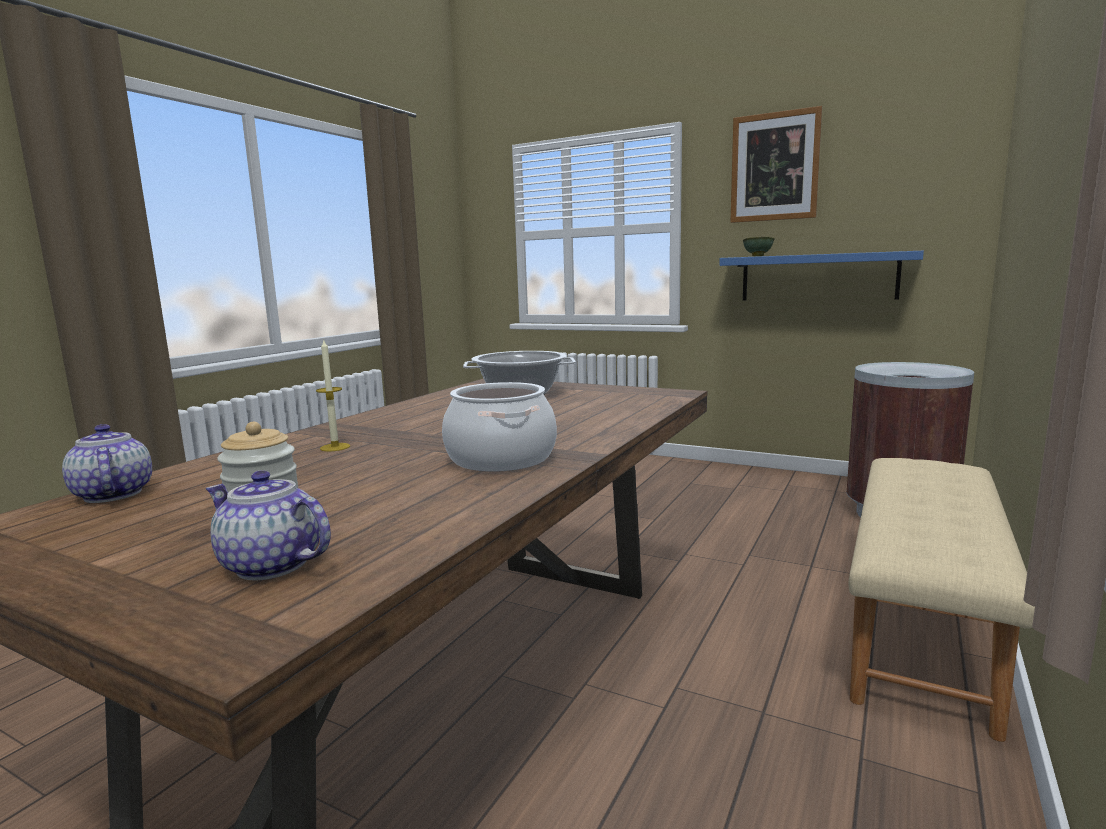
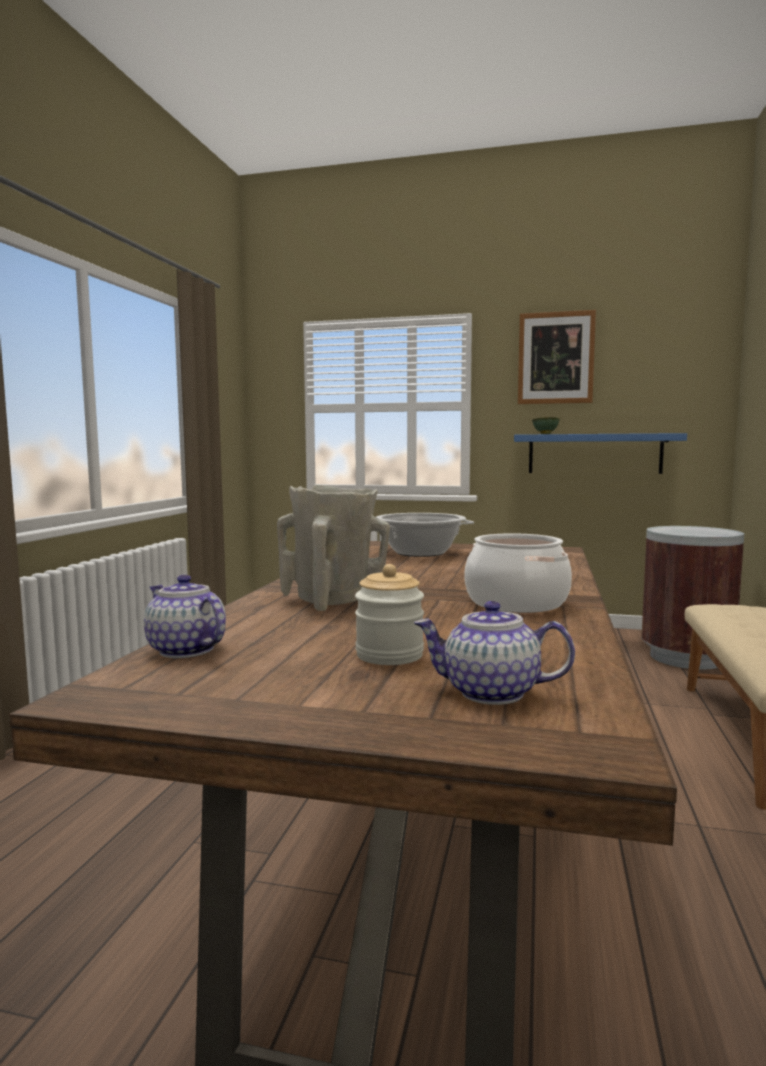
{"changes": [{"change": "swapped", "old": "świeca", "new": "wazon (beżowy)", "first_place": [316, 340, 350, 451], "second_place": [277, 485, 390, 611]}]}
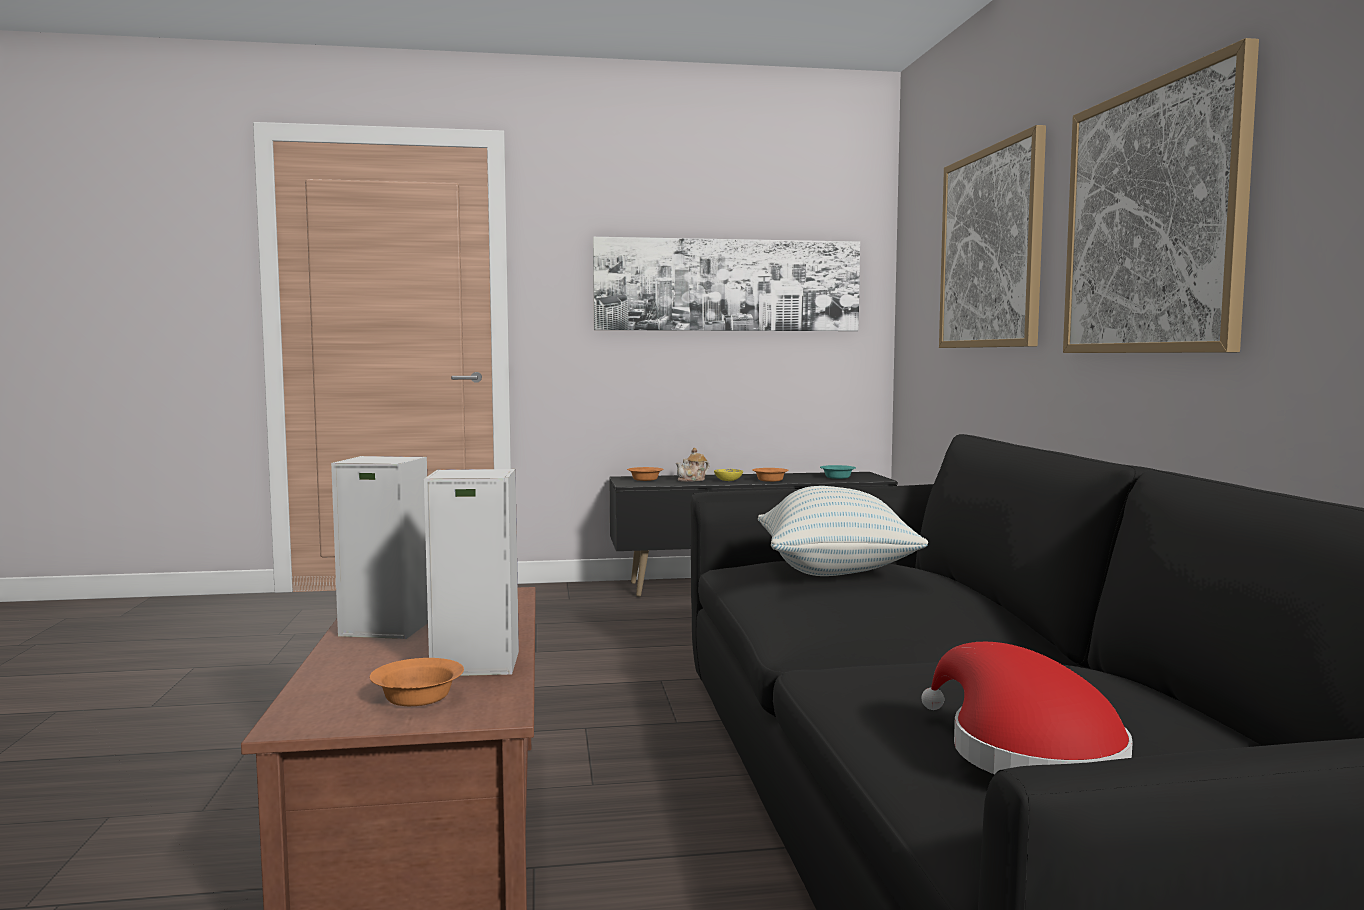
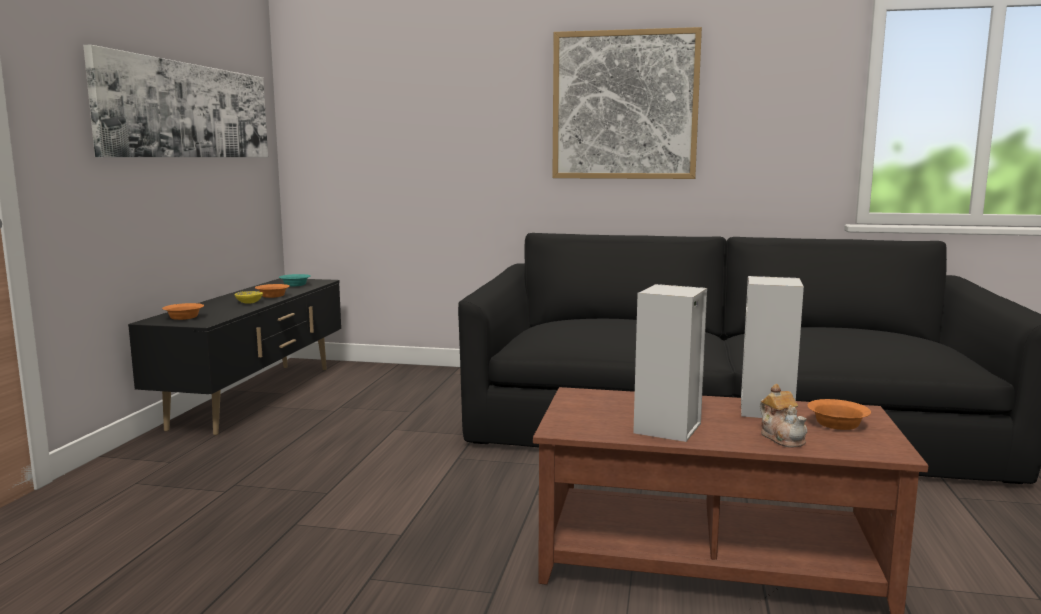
{"changes": [{"change": "gone", "old": "poduszka", "first_place": [758, 486, 928, 576]}, {"change": "gone", "old": "kapelusz (czerwony)", "first_place": [921, 642, 1133, 774]}, {"change": "gone", "old": "obraz", "first_place": [939, 125, 1046, 348]}, {"change": "shifted", "old": "imbryk", "first_place": [676, 448, 709, 482], "second_place": [760, 384, 807, 447]}]}
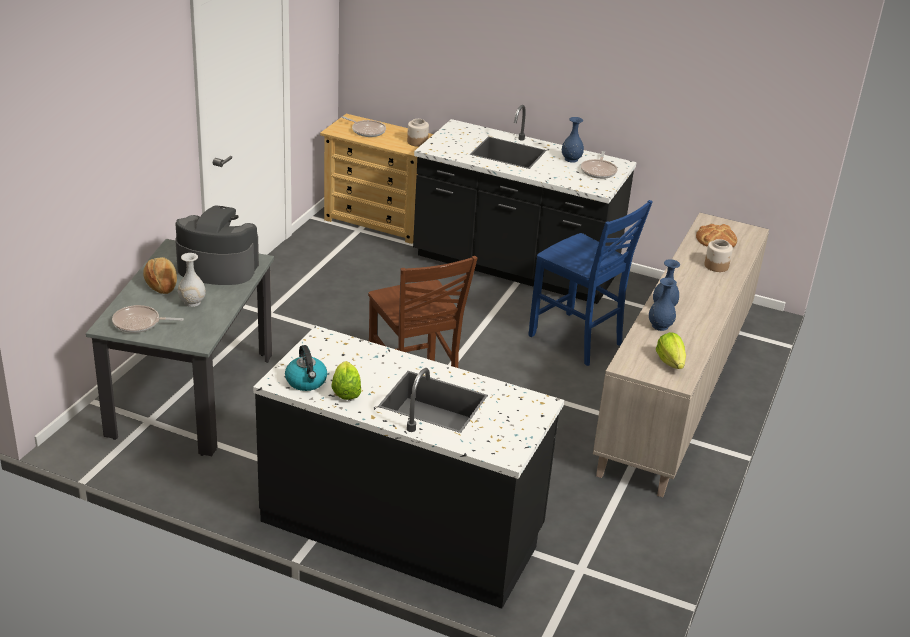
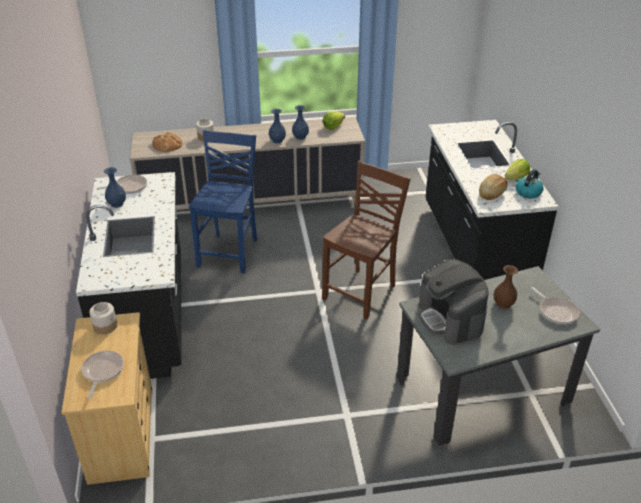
{"changes": [{"change": "shifted", "old": "chleb", "first_place": [143, 257, 177, 294], "second_place": [479, 174, 507, 200]}, {"change": "repainted", "old": "wazon (biały)", "new": "wazon (brązowy)", "first_place": [178, 253, 206, 307], "second_place": [494, 265, 518, 309]}]}
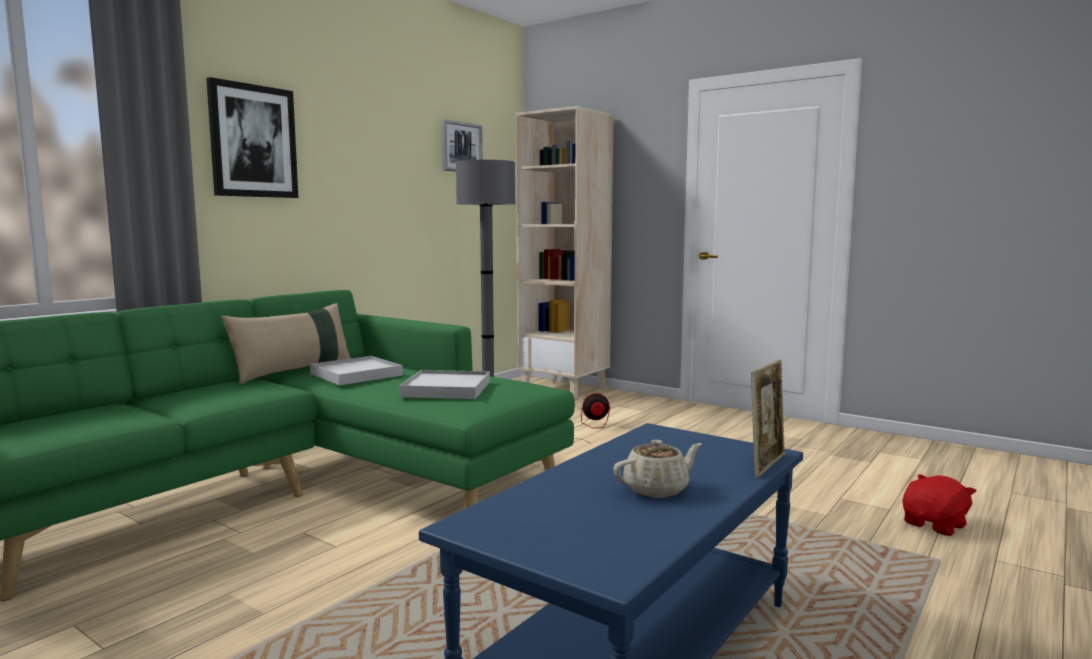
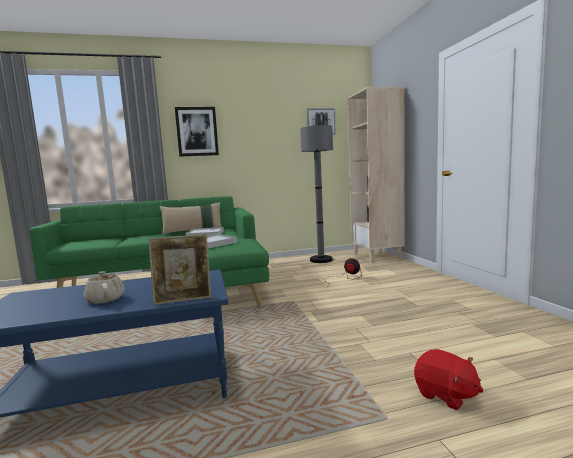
{"changes": [{"change": "rotated", "old": "imbryk (beżowy)", "first_place": [613, 440, 702, 498], "second_place": [83, 271, 125, 304], "degrees": -135}, {"change": "rotated", "old": "pluszak (czerwony)", "first_place": [902, 474, 977, 536], "second_place": [414, 349, 484, 410], "degrees": 45}]}
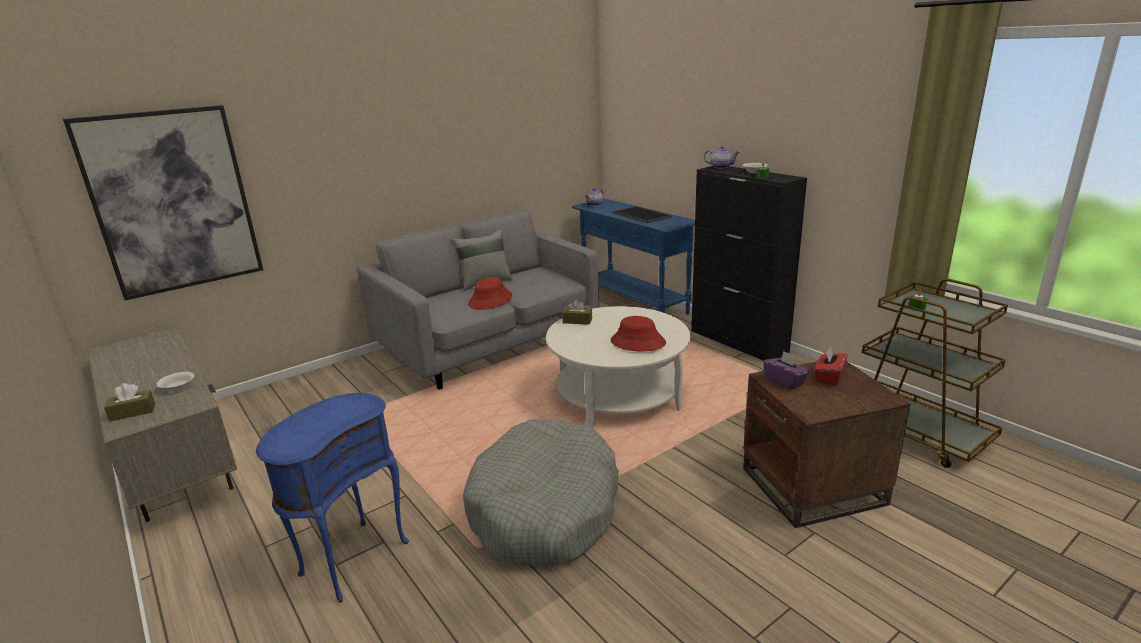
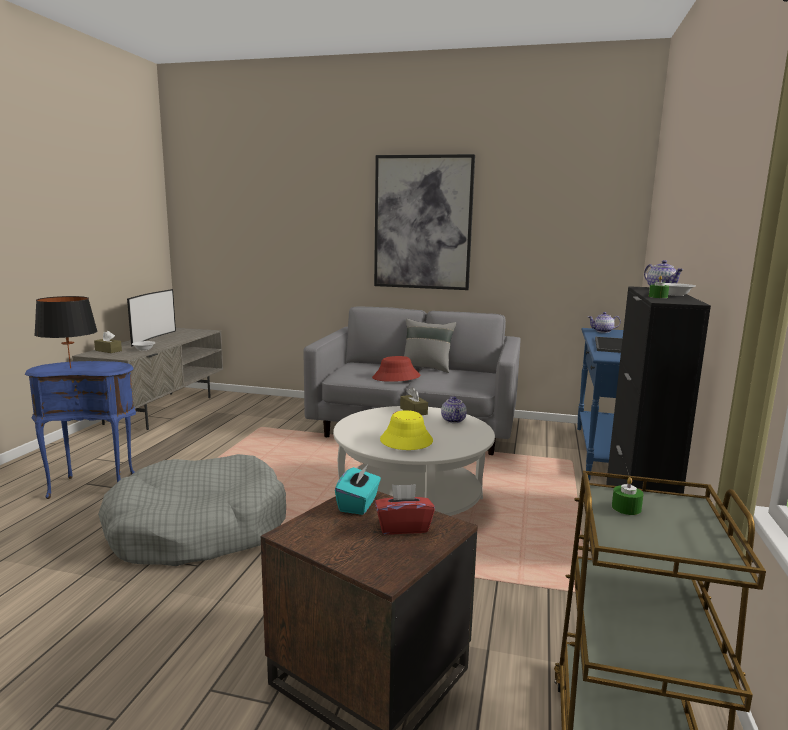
{"changes": [{"change": "new", "new": "lampa stołowa (czarny)", "second_place": [34, 296, 98, 368]}, {"change": "new", "new": "telewizor", "second_place": [127, 289, 176, 346]}, {"change": "new", "new": "imbryk", "second_place": [441, 396, 467, 423]}, {"change": "shifted", "old": "obraz", "first_place": [63, 105, 263, 300], "second_place": [374, 154, 475, 290]}, {"change": "repainted", "old": "kapelusz (czerwony)", "new": "kapelusz (żółty)", "first_place": [611, 316, 666, 352], "second_place": [380, 410, 433, 450]}, {"change": "repainted", "old": "pudełko chusteczek (fioletowy)", "new": "pudełko chusteczek (turkusowy)", "first_place": [763, 351, 809, 390], "second_place": [335, 464, 381, 515]}]}
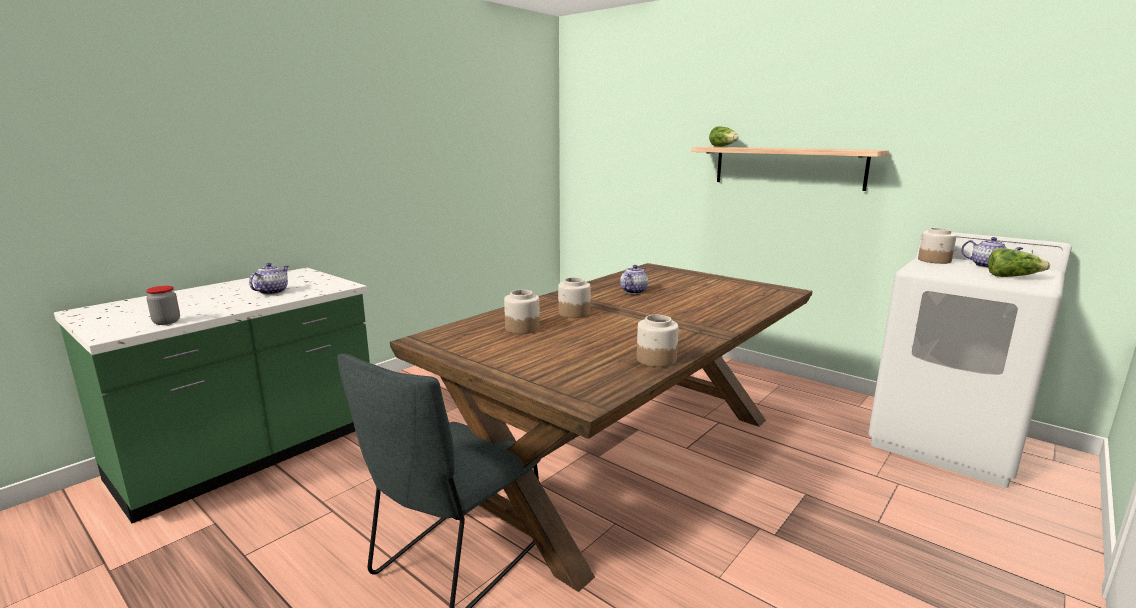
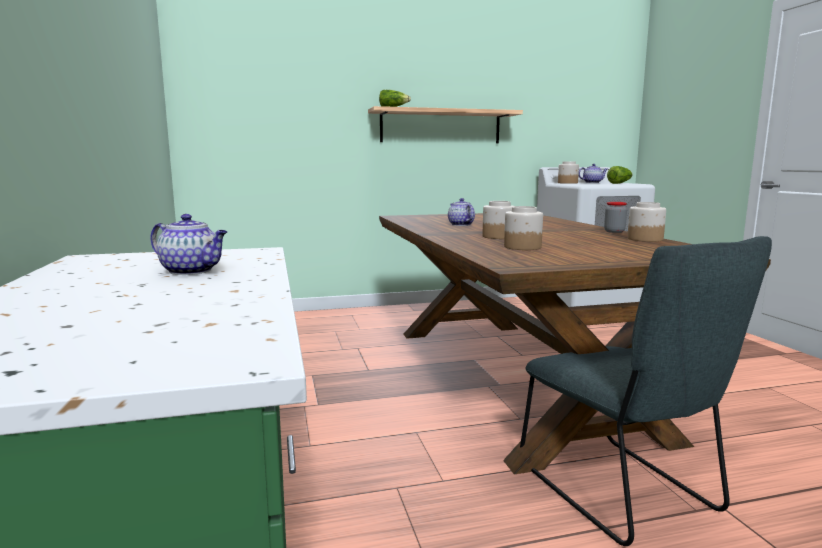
{"changes": [{"change": "shifted", "old": "słoik", "first_place": [146, 286, 180, 325], "second_place": [604, 202, 627, 233]}, {"change": "rotated", "old": "imbryk", "first_place": [249, 263, 288, 295], "second_place": [150, 214, 227, 275], "degrees": 150}]}
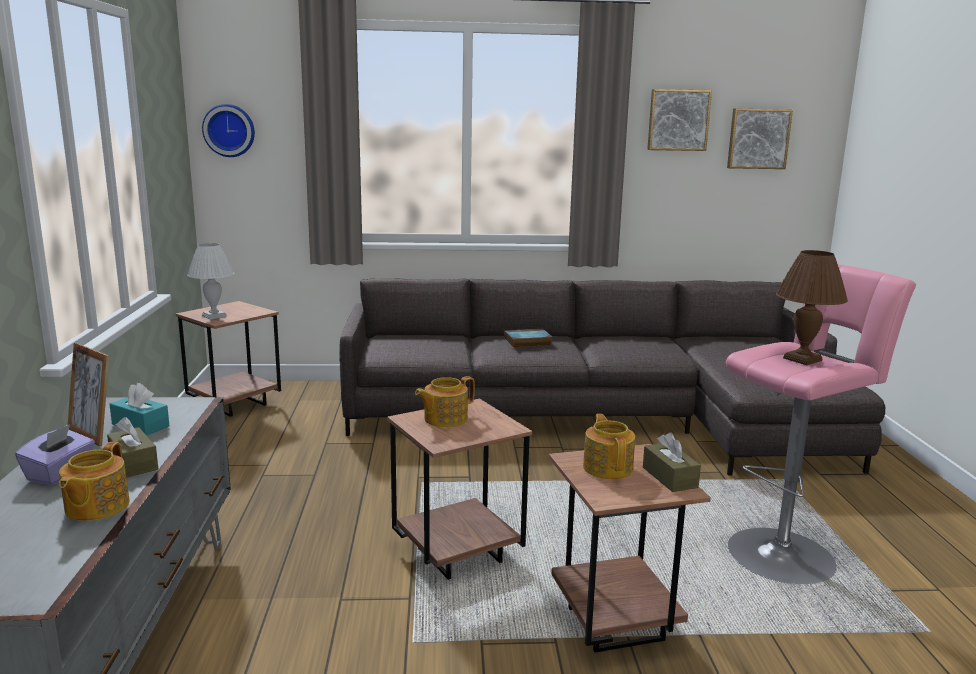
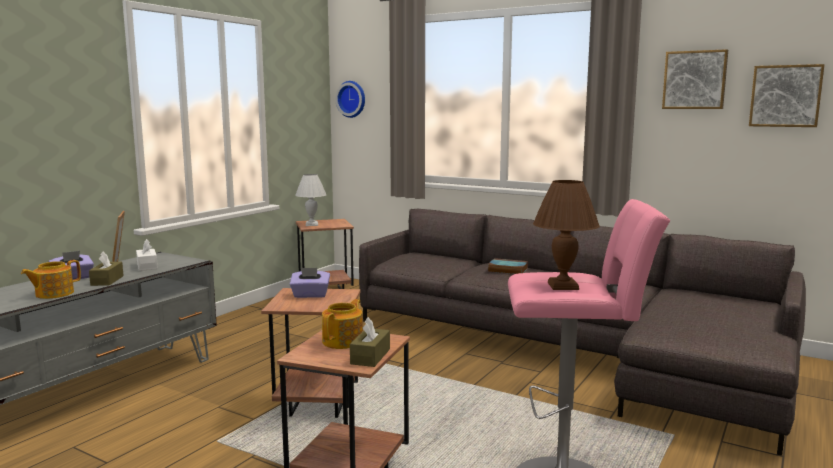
{"changes": [{"change": "swapped", "old": "imbryk", "new": "pudełko chusteczek (fioletowy)", "first_place": [415, 376, 475, 427], "second_place": [290, 268, 330, 298]}, {"change": "repainted", "old": "pudełko chusteczek (turkusowy)", "new": "pudełko chusteczek (biały)", "first_place": [109, 383, 169, 435], "second_place": [136, 239, 158, 271]}]}
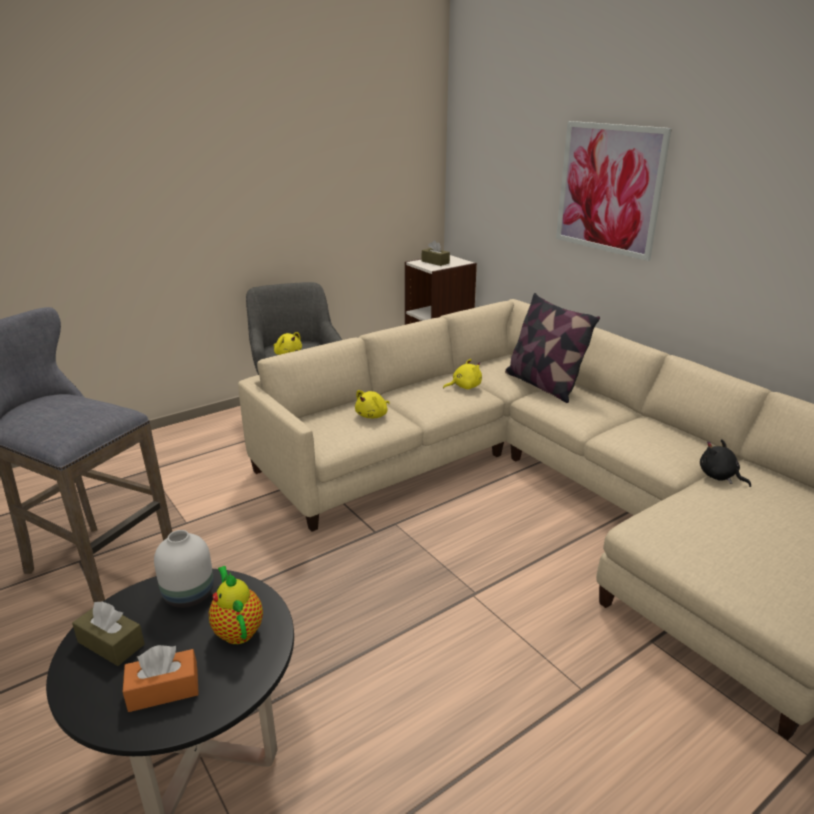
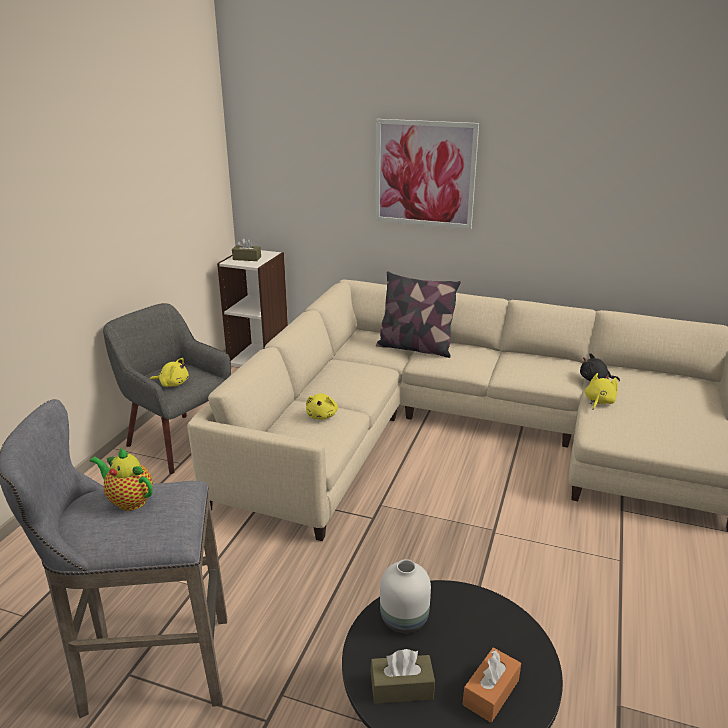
{"changes": [{"change": "shifted", "old": "imbryk", "first_place": [209, 566, 263, 644], "second_place": [90, 447, 153, 511]}, {"change": "shifted", "old": "pluszak (żółty)", "first_place": [443, 359, 482, 389], "second_place": [585, 373, 618, 410]}]}
